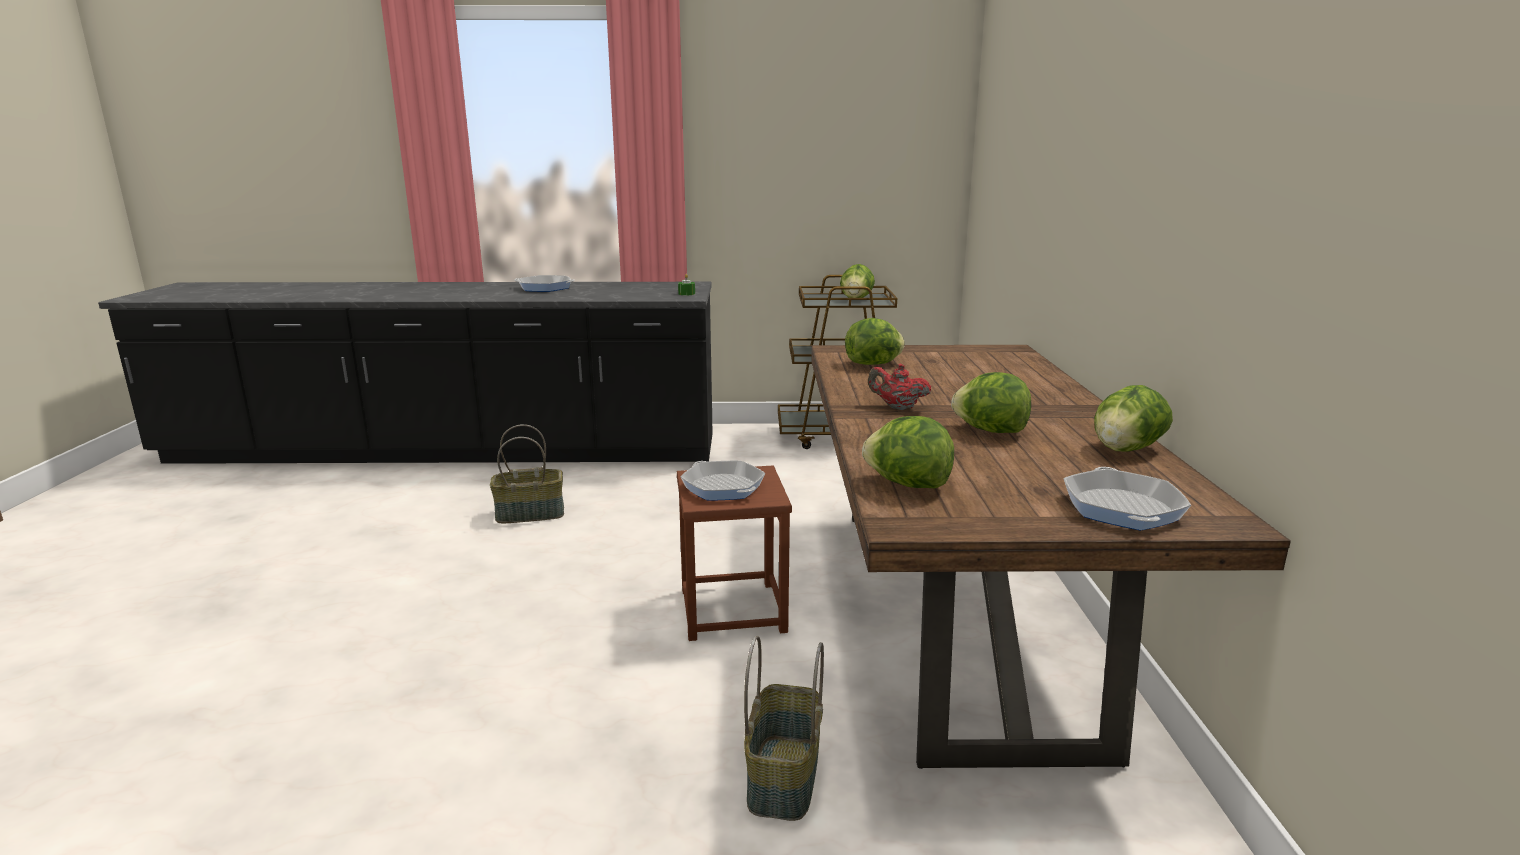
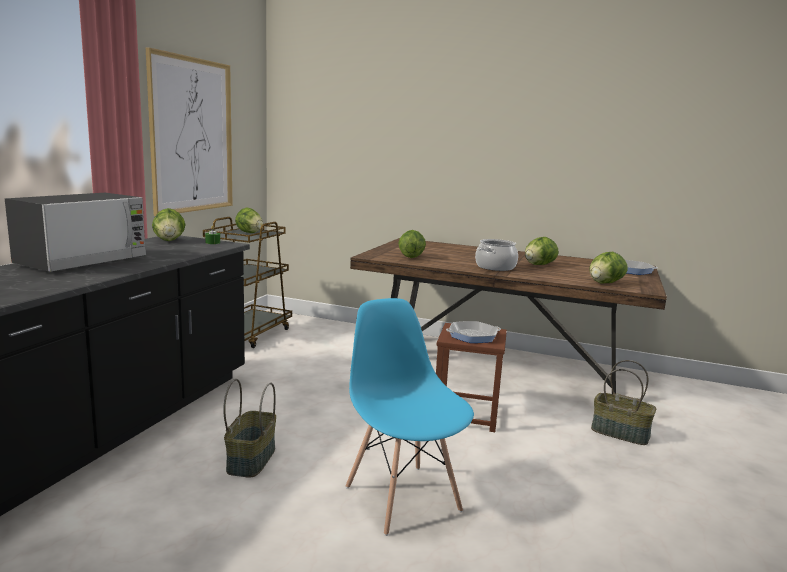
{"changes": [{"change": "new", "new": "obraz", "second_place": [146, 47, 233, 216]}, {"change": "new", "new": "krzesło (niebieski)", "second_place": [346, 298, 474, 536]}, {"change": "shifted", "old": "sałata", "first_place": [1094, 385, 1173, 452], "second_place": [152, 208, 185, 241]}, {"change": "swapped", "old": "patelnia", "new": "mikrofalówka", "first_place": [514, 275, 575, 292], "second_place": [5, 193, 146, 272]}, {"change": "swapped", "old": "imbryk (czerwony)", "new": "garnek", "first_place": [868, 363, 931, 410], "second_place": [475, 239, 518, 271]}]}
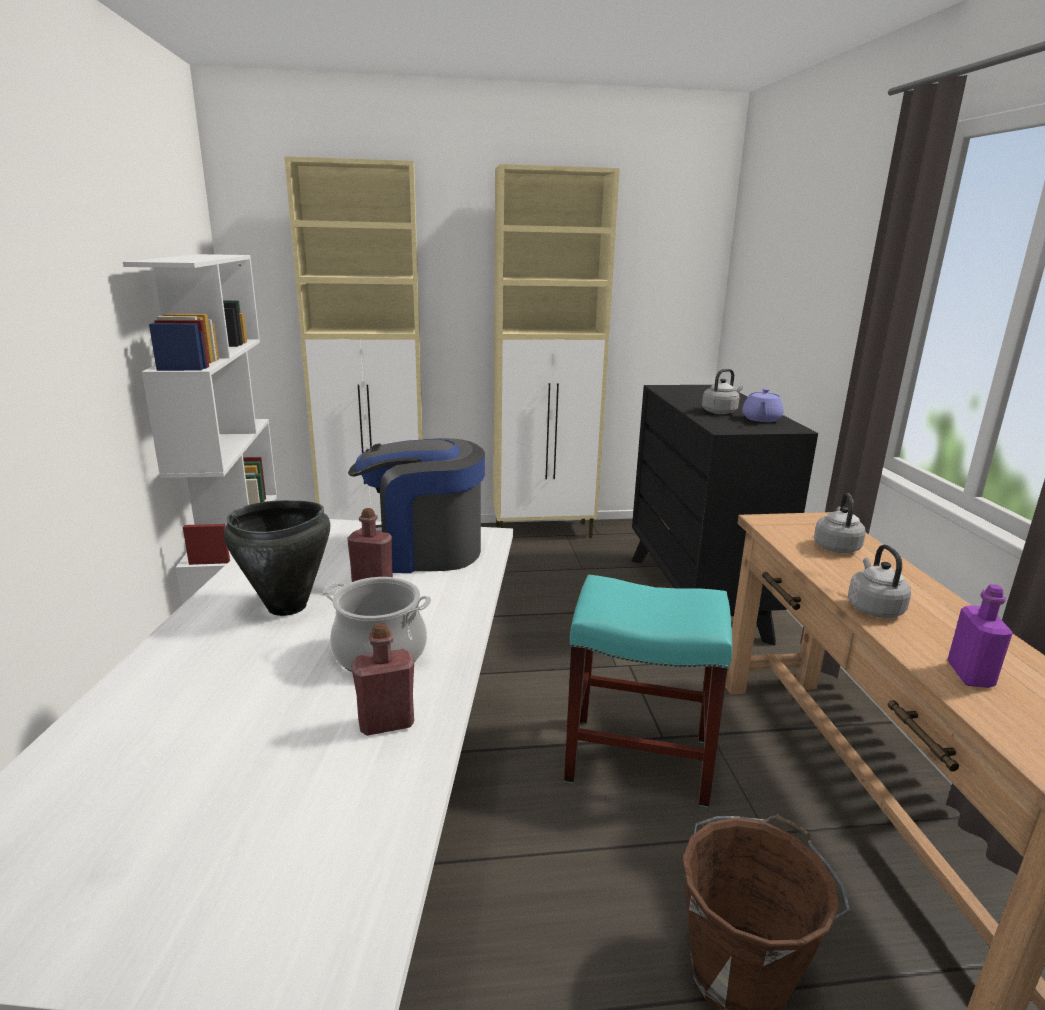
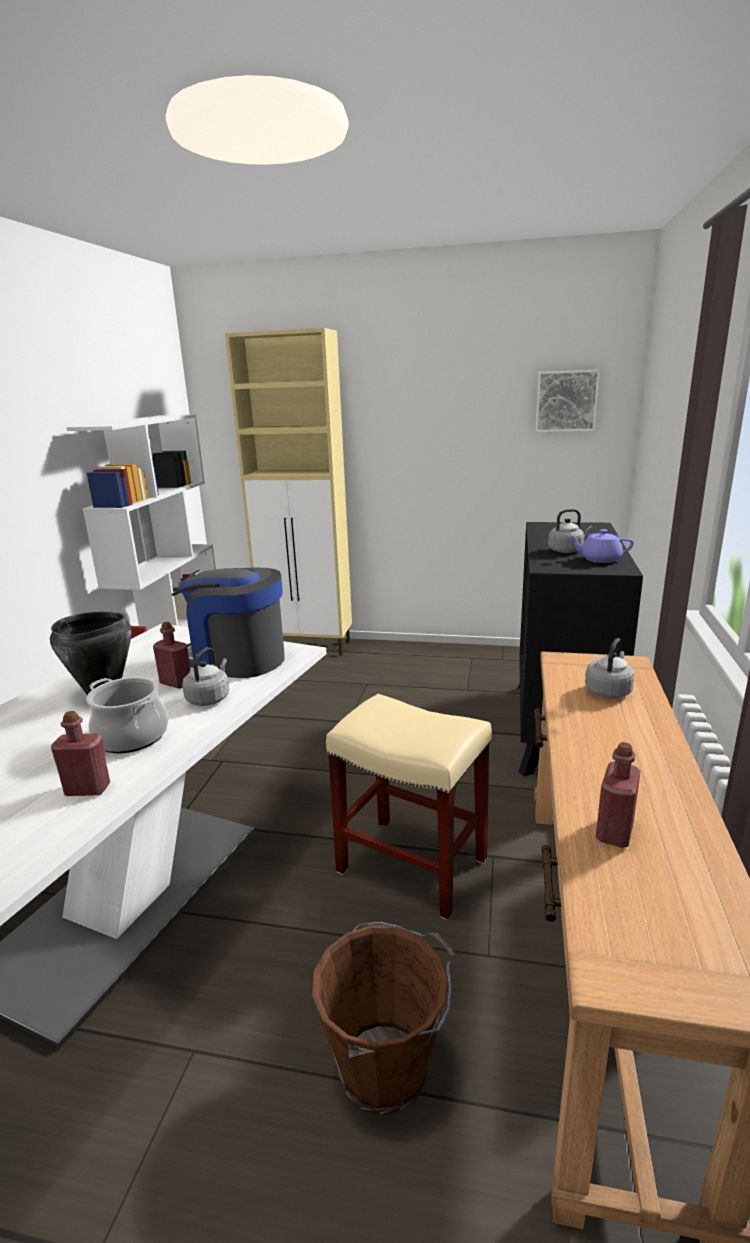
{"changes": [{"change": "gone", "old": "szafka (beżowy)", "first_place": [493, 164, 620, 538]}, {"change": "new", "new": "obraz", "second_place": [535, 370, 600, 432]}, {"change": "shifted", "old": "czajnik (szary)", "first_place": [848, 544, 911, 618], "second_place": [182, 647, 229, 706]}, {"change": "repainted", "old": "stołek (turkusowy)", "new": "stołek (beżowy)", "first_place": [564, 575, 732, 808], "second_place": [326, 694, 492, 920]}, {"change": "repainted", "old": "butelka (fioletowy)", "new": "butelka (czerwony)", "first_place": [947, 584, 1013, 688], "second_place": [596, 742, 641, 848]}, {"change": "rotated", "old": "imbryk (fioletowy)", "first_place": [742, 388, 784, 422], "second_place": [569, 529, 634, 563], "degrees": 60}]}
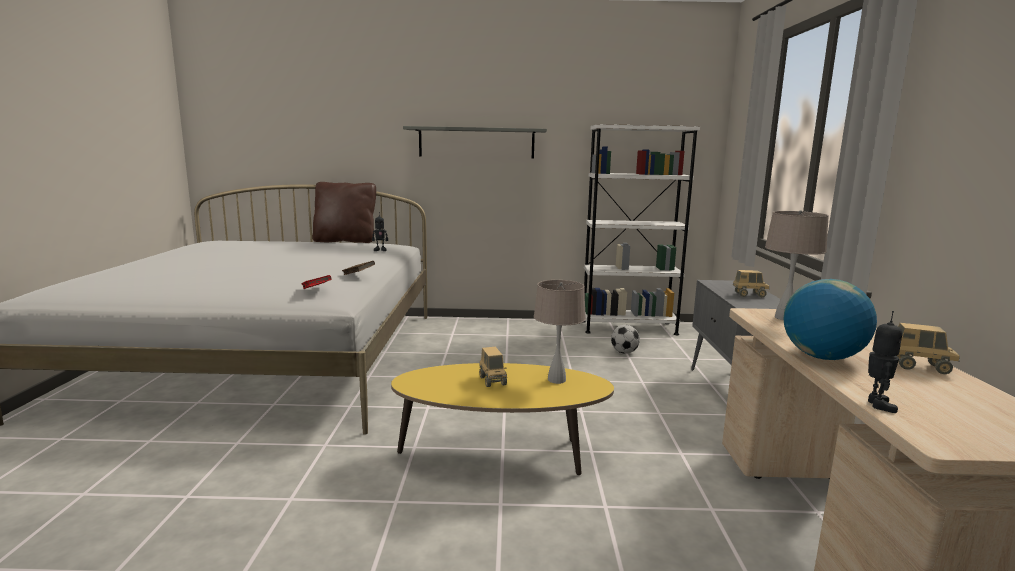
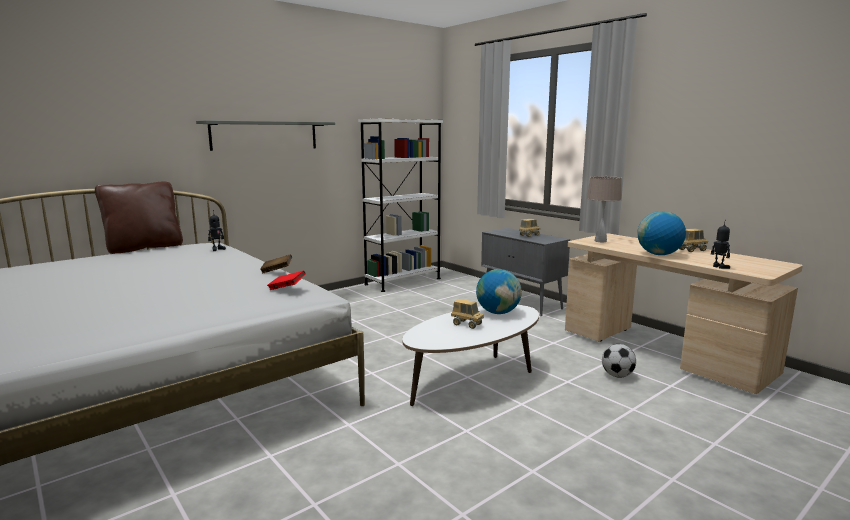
{"changes": [{"change": "shifted", "old": "piłka futbolowa", "first_place": [611, 325, 640, 354], "second_place": [602, 344, 636, 378]}, {"change": "swapped", "old": "lampa stołowa (beżowy)", "new": "globus", "first_place": [534, 280, 586, 384], "second_place": [476, 269, 522, 314]}, {"change": "repainted", "old": "ława (żółty)", "new": "ława (biały)", "first_place": [391, 363, 614, 475], "second_place": [402, 305, 539, 406]}]}
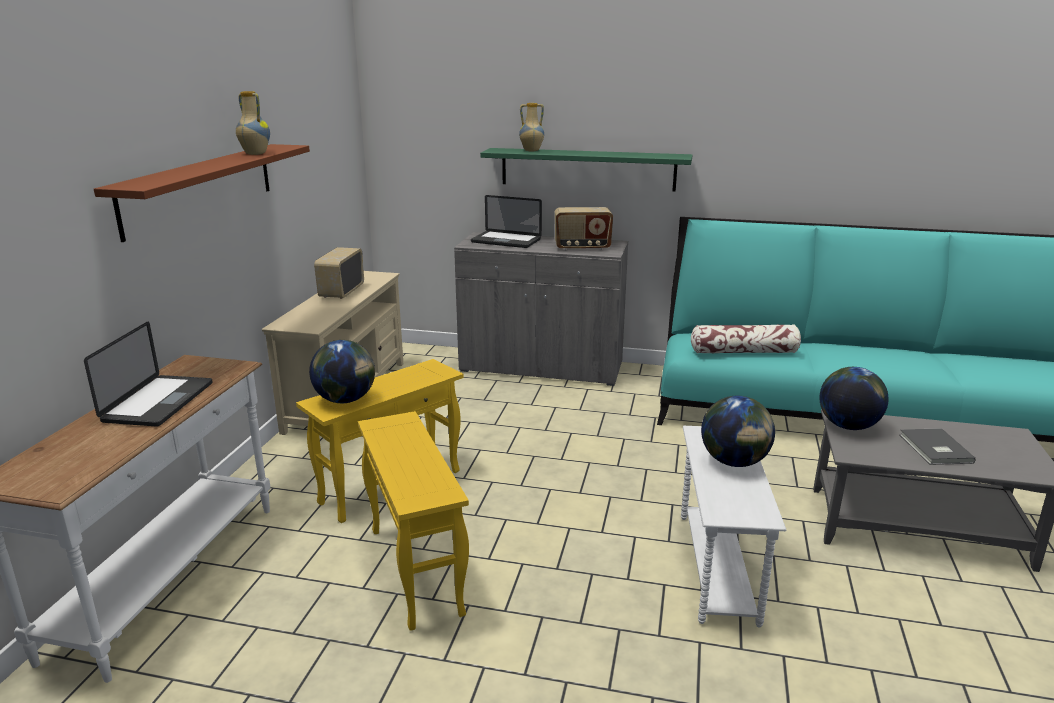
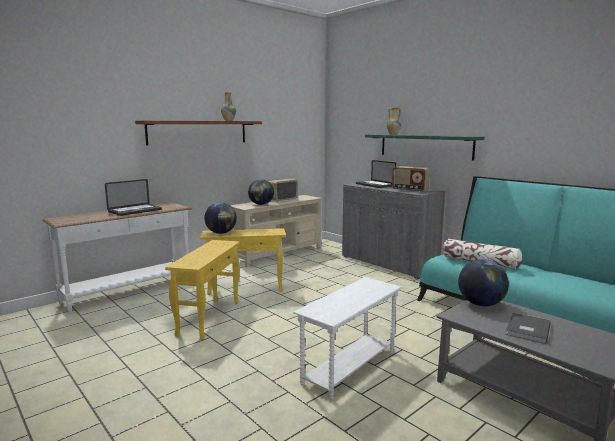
{"changes": [{"change": "shifted", "old": "globus", "first_place": [701, 396, 775, 467], "second_place": [248, 179, 274, 205]}]}
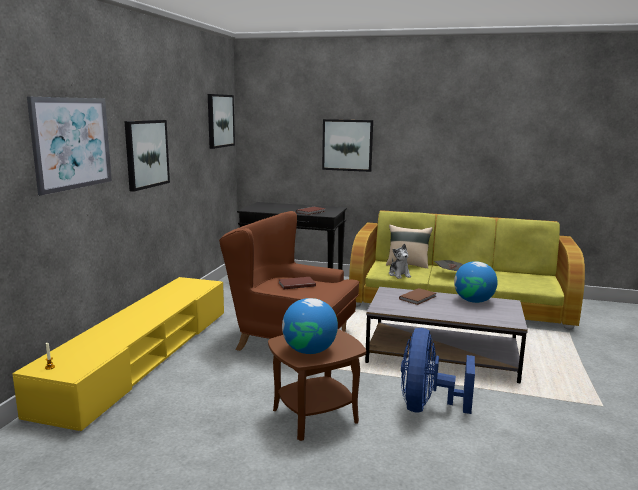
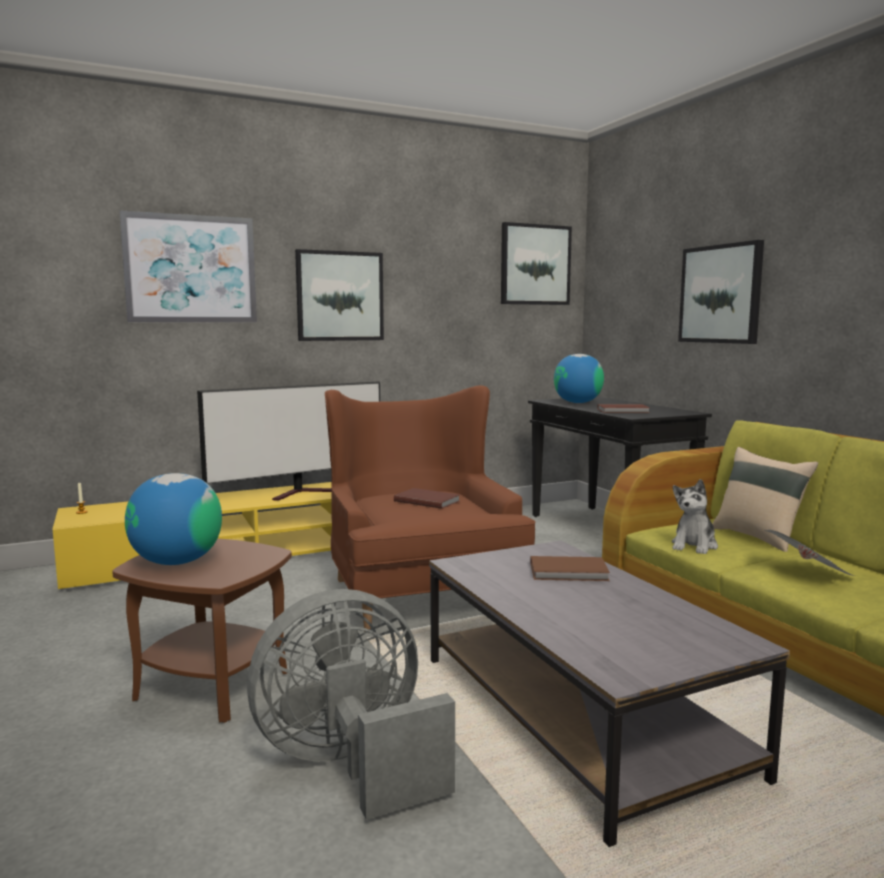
{"changes": [{"change": "new", "new": "telewizor", "second_place": [197, 381, 380, 501]}, {"change": "shifted", "old": "globus", "first_place": [454, 261, 498, 303], "second_place": [554, 354, 604, 403]}, {"change": "repainted", "old": "wentylator (niebieski)", "new": "wentylator (szary)", "first_place": [401, 328, 475, 414], "second_place": [247, 589, 455, 820]}]}
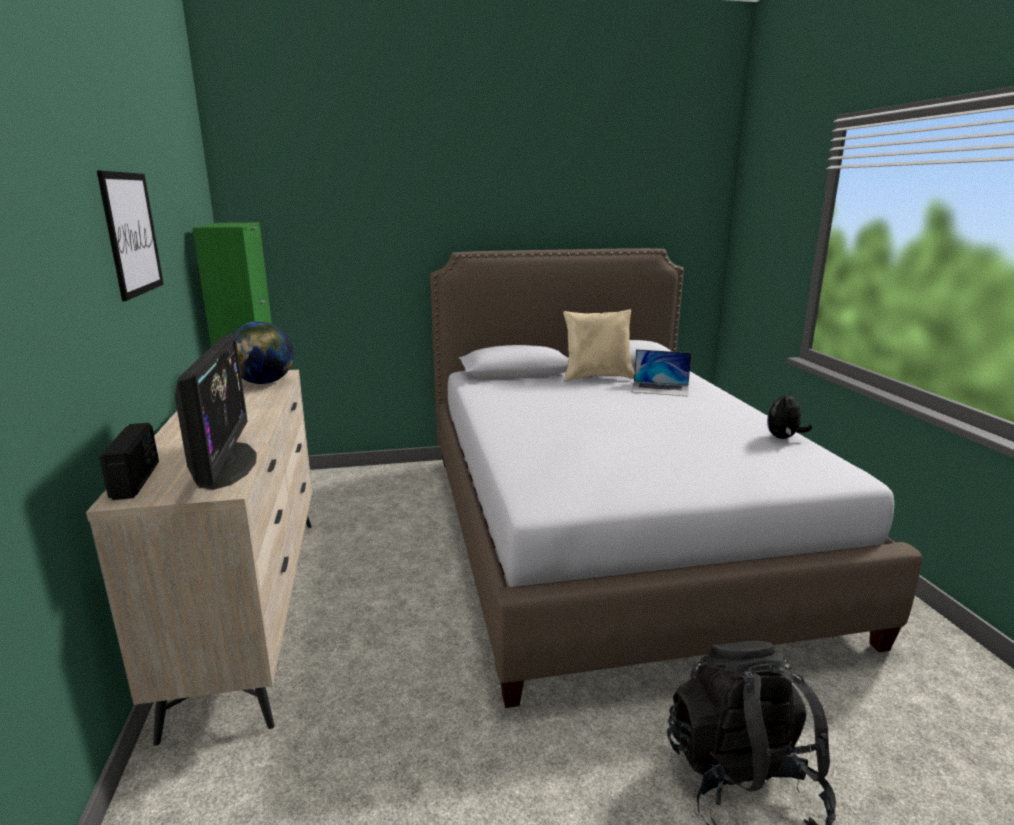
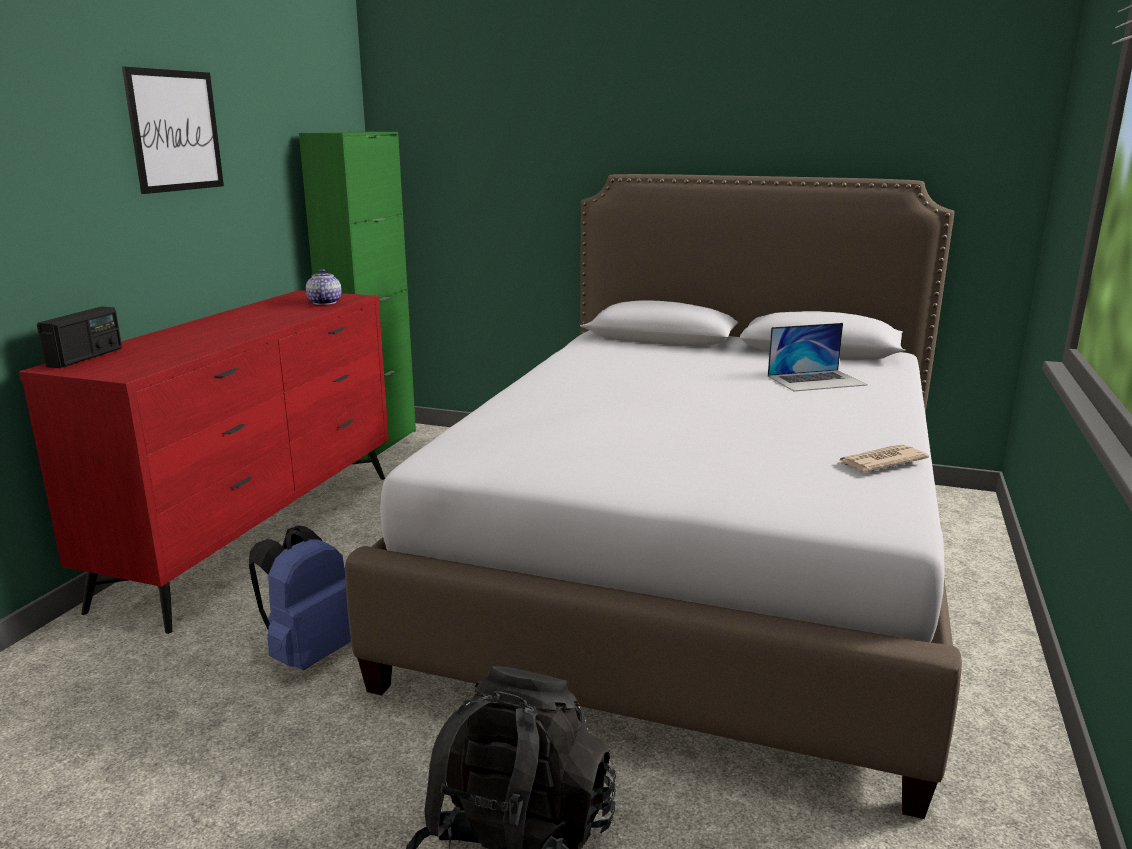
{"changes": [{"change": "gone", "old": "monitor", "first_place": [175, 333, 257, 490]}, {"change": "gone", "old": "poduszka (beżowy)", "first_place": [563, 309, 634, 382]}, {"change": "new", "new": "plecak (niebieski)", "second_place": [249, 526, 351, 670]}, {"change": "swapped", "old": "globus", "new": "imbryk", "first_place": [233, 321, 294, 384], "second_place": [306, 269, 342, 305]}, {"change": "swapped", "old": "pluszak", "new": "gazeta", "first_place": [767, 389, 812, 439], "second_place": [837, 445, 929, 472]}, {"change": "repainted", "old": "komoda (beżowy)", "new": "komoda (czerwony)", "first_place": [86, 370, 312, 746], "second_place": [19, 290, 389, 634]}, {"change": "rotated", "old": "laptop", "first_place": [631, 349, 691, 397], "second_place": [768, 323, 868, 391], "degrees": -60}]}
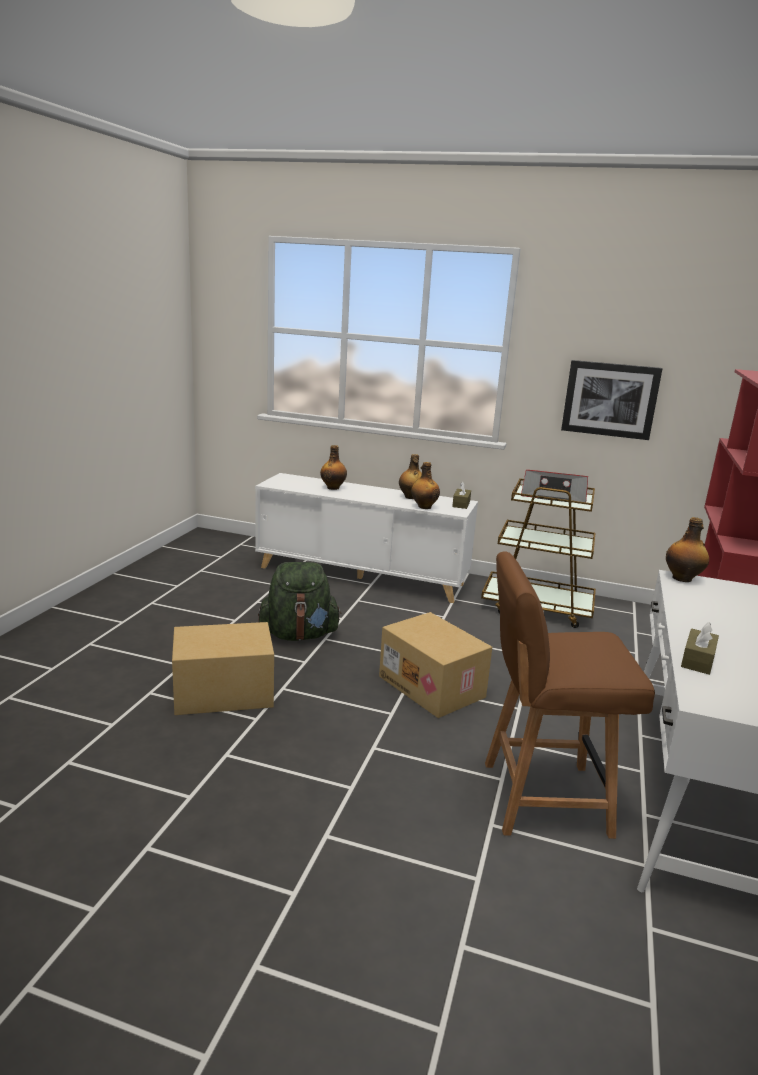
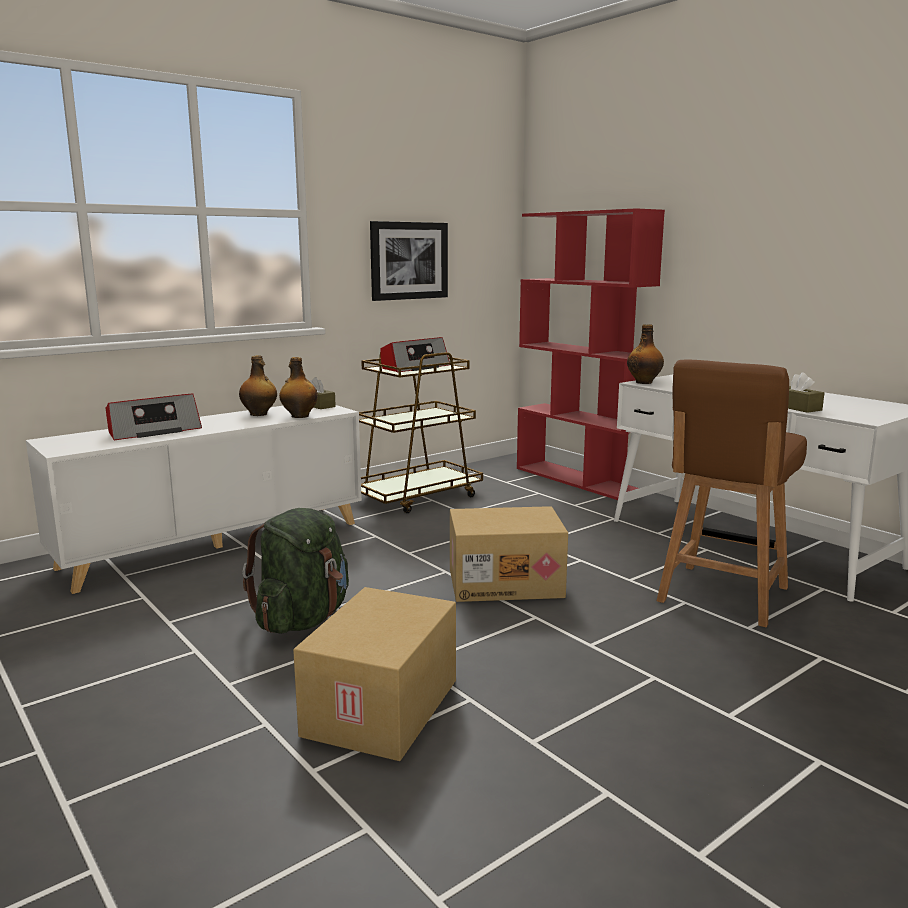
{"changes": [{"change": "swapped", "old": "butelka", "new": "radio", "first_place": [320, 445, 347, 490], "second_place": [106, 393, 202, 440]}]}
